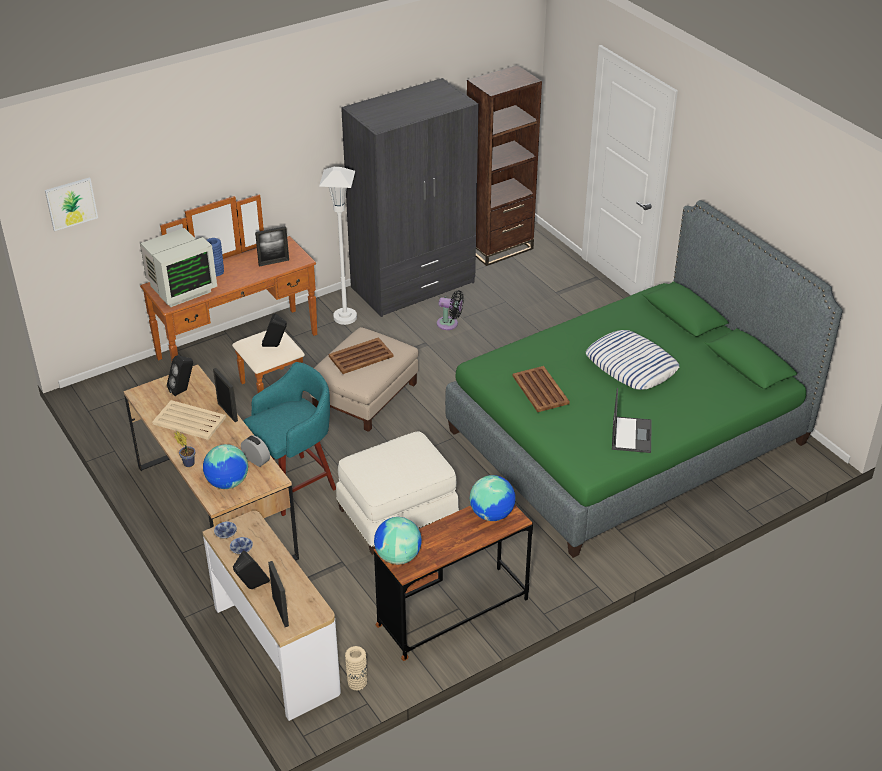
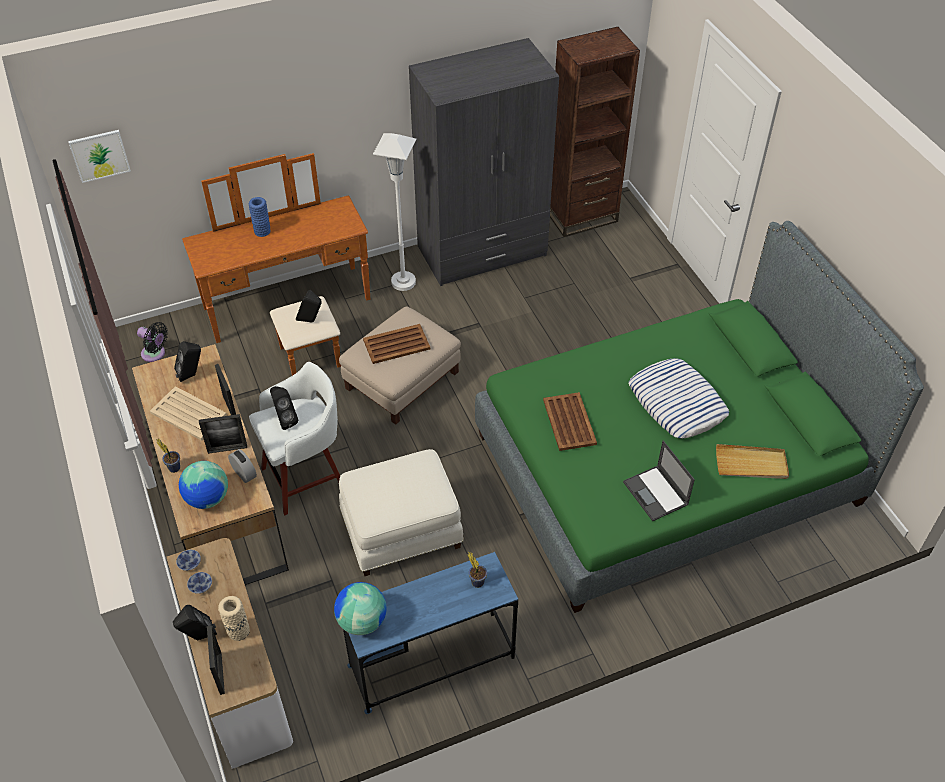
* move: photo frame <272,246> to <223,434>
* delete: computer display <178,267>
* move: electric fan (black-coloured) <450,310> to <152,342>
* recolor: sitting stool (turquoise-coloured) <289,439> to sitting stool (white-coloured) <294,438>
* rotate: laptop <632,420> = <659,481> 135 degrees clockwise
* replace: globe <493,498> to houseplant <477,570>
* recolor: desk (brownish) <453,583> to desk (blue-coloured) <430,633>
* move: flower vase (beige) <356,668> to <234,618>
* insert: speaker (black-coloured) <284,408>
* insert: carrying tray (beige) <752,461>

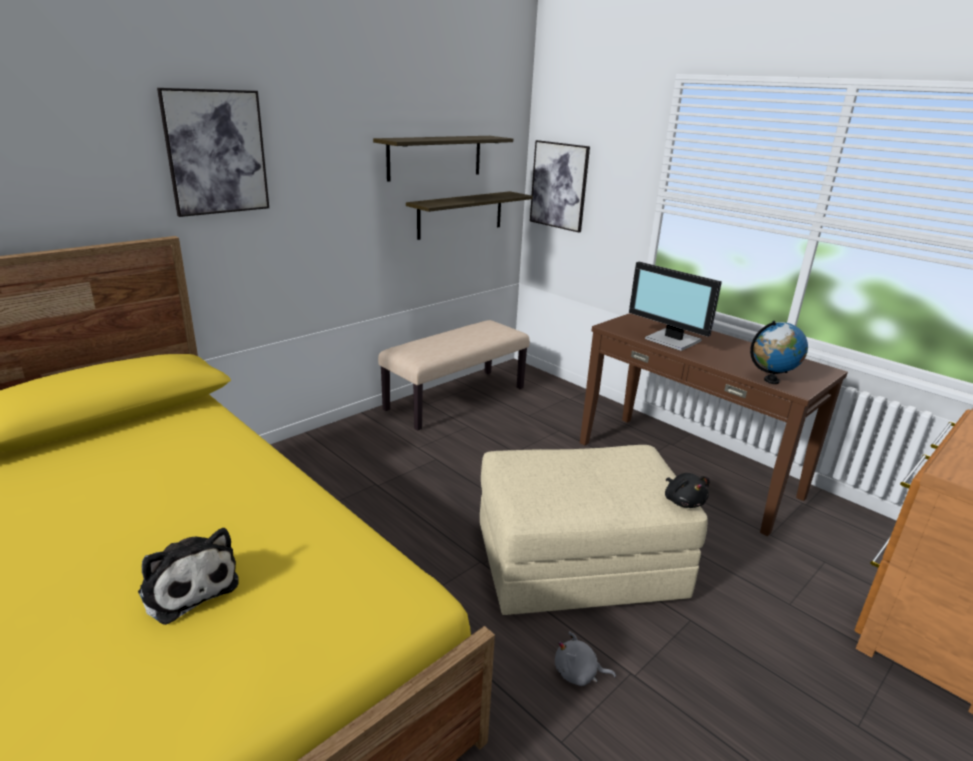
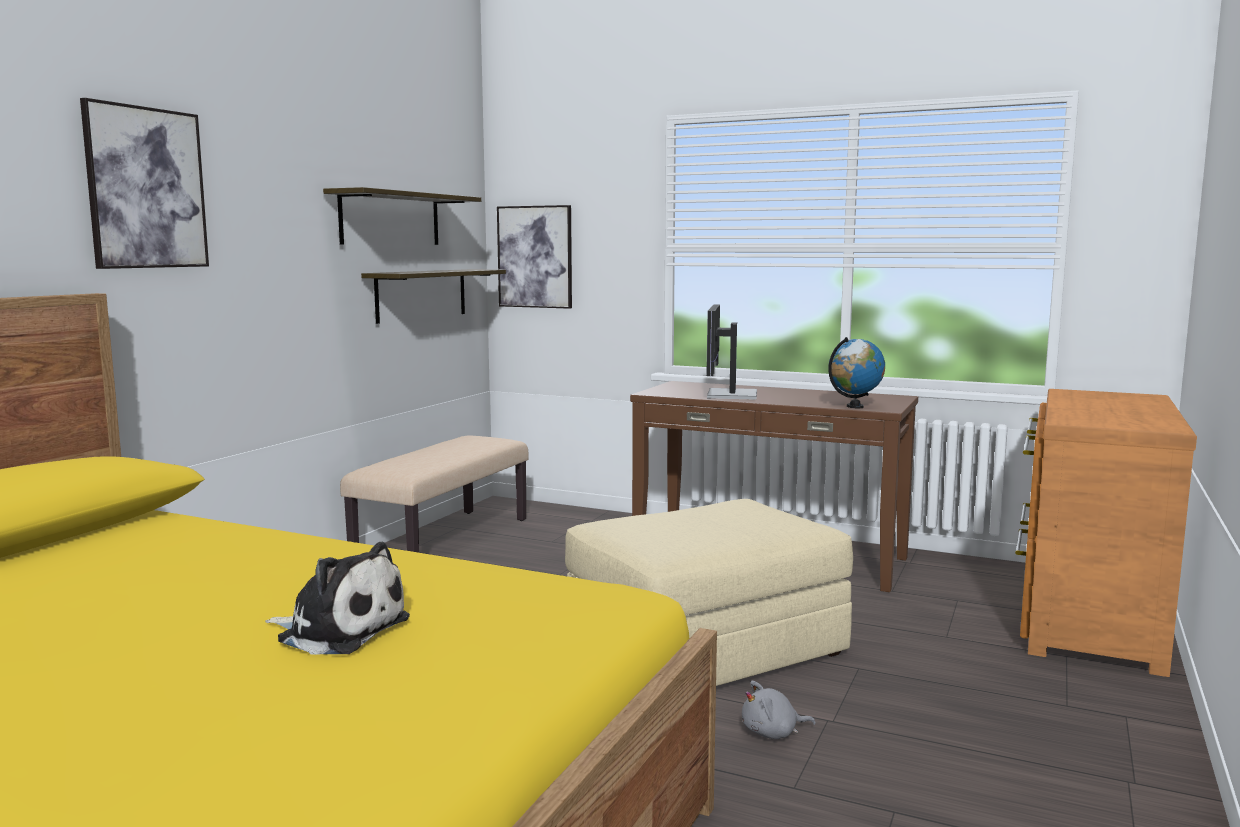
* rotate: computer display <675,306> = <731,352> 75 degrees clockwise
* delete: plush toy (black-coloured) <687,490>

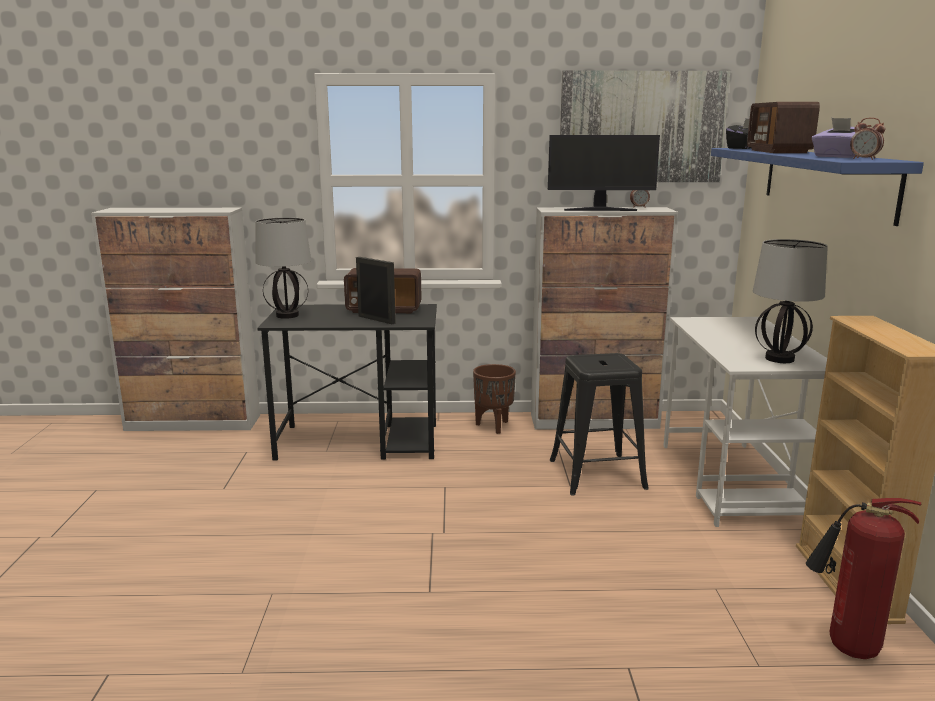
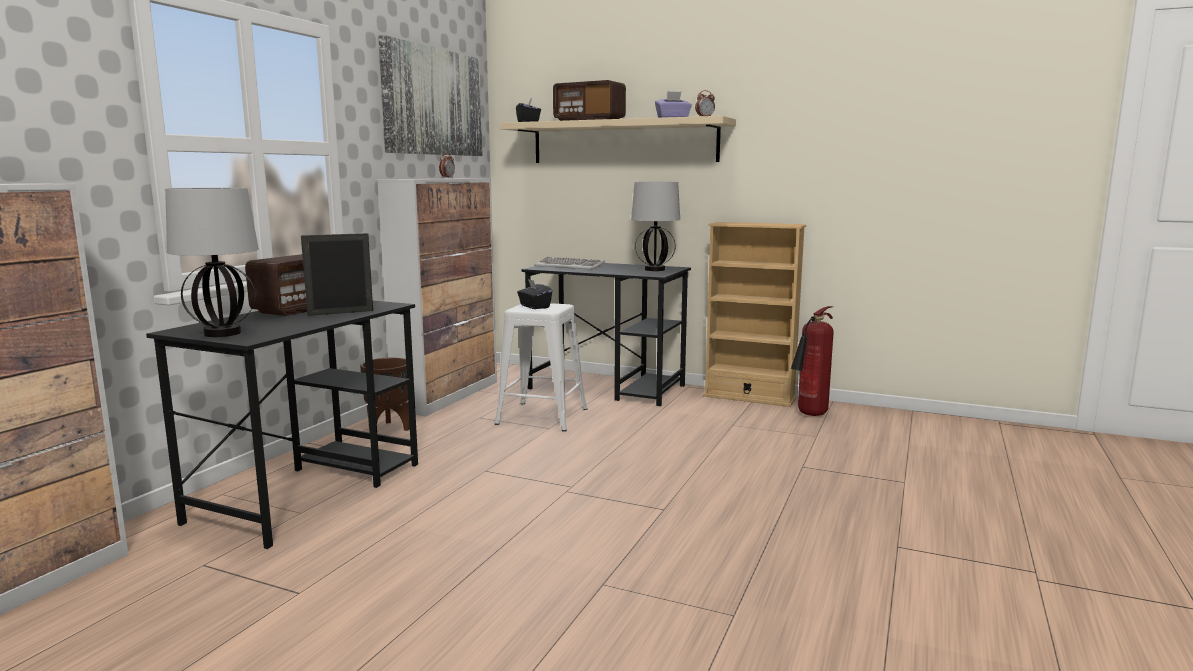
* delete: computer display <604,173>
* recolor: shelf (blue-coloured) <817,187> to shelf (beige) <618,139>
* recolor: desk (white-coloured) <745,422> to desk (black-coloured) <606,334>
* recolor: sitting stool (black-coloured) <599,424> to sitting stool (white-coloured) <541,367>
* insert: computer keyboard <569,263>
* insert: tissue holder (black-coloured) <534,294>

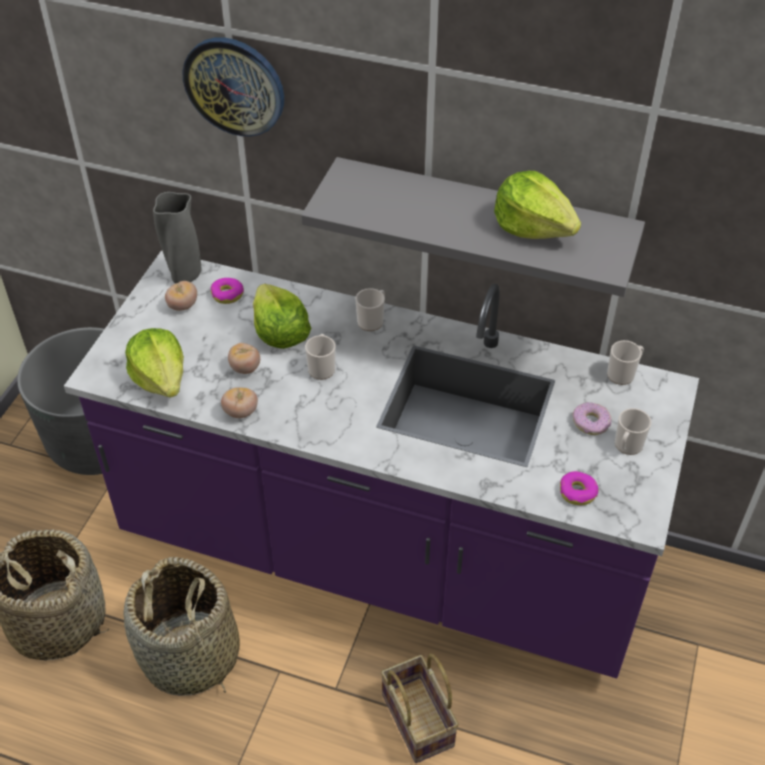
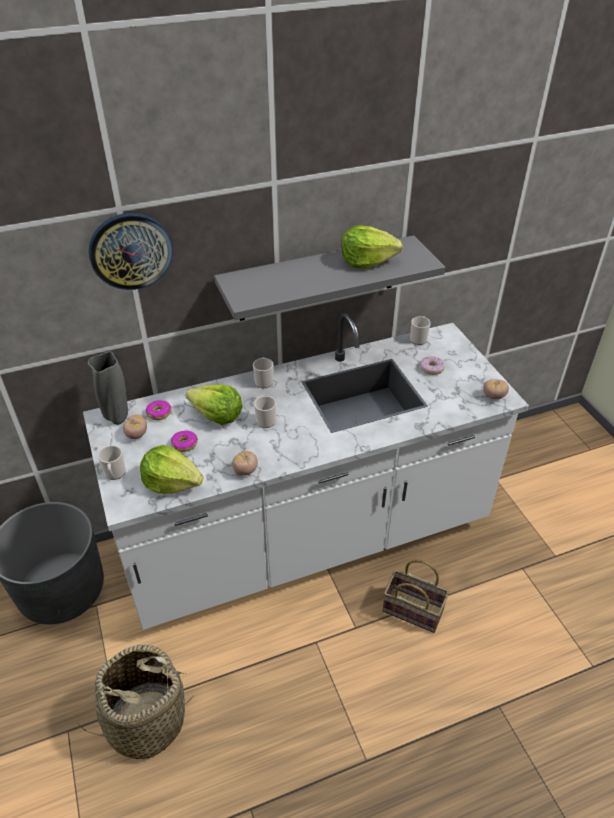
* recolor: kitchen base unit (purplish) <381,464> to kitchen base unit (white-coloured) <306,471>
* move: tomato <244,358> to <496,389>
* move: mug <633,431> to <112,462>
* move: doughnut <579,488> to <184,441>
* delete: household basket <182,626>

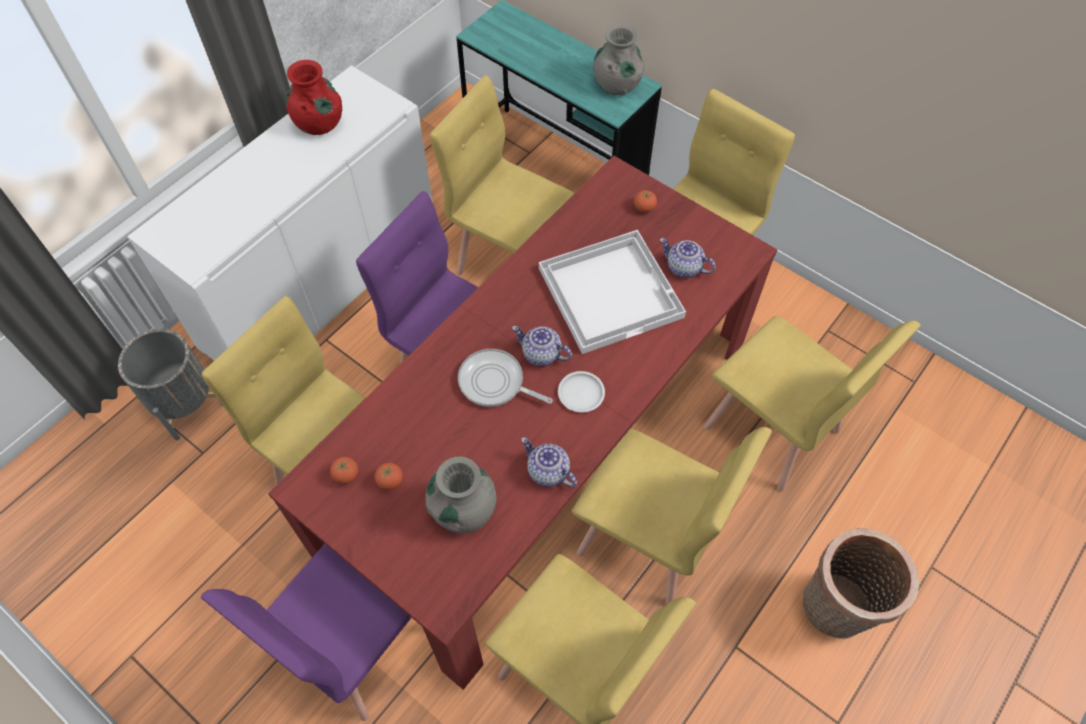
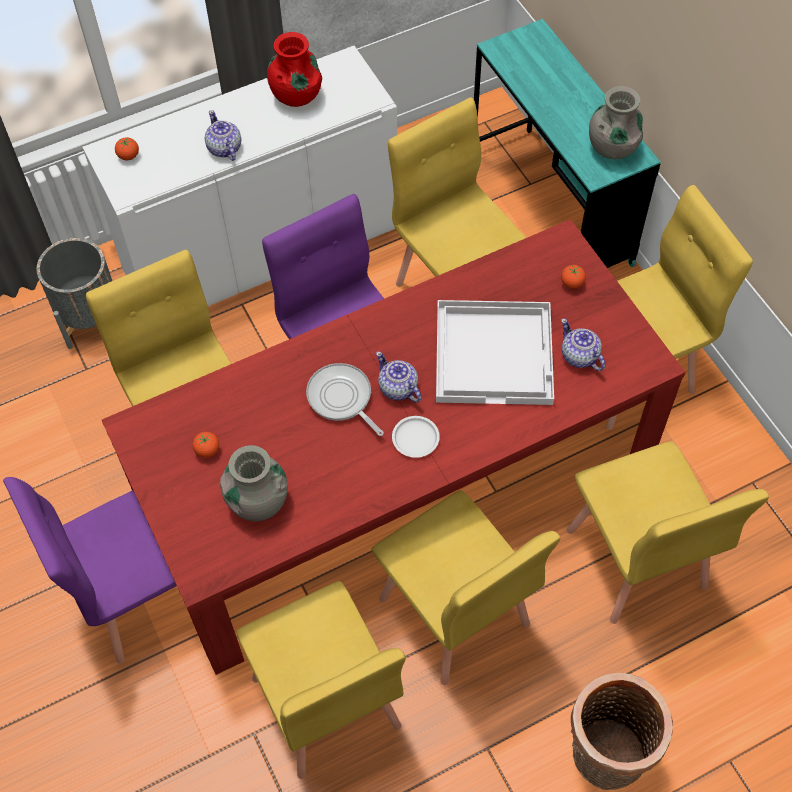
* move: teapot <549,462> to <223,135>
* move: tomato <344,470> to <127,148>

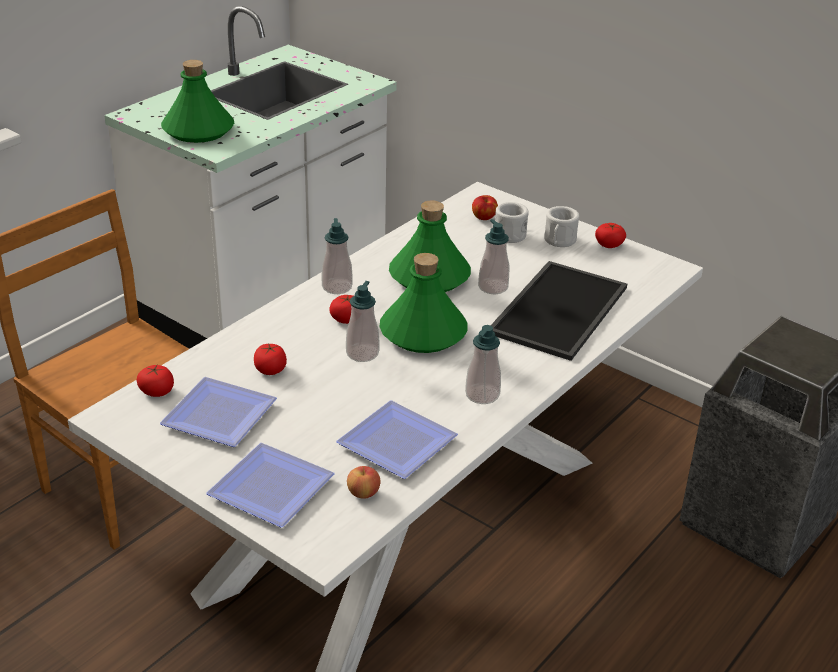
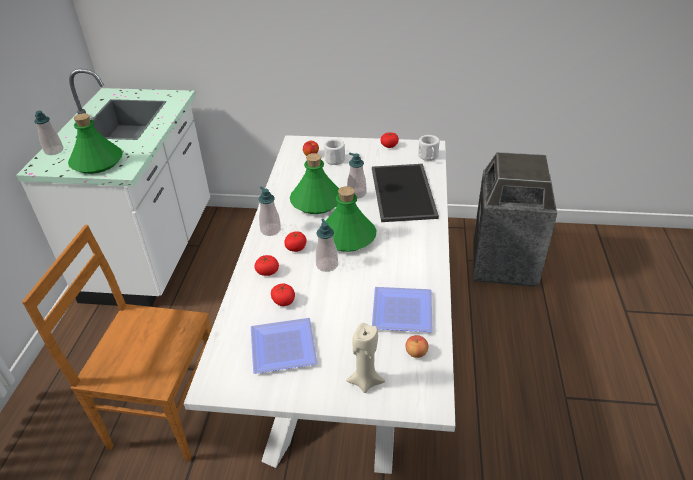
* move: mug (white-coloured) <561,226> to <429,148>
* move: soap dispenser <483,364> to <48,133>
* move: tomato <155,381> to <266,265>
* replace: plate <270,485> to wax candle (beige) <365,358>

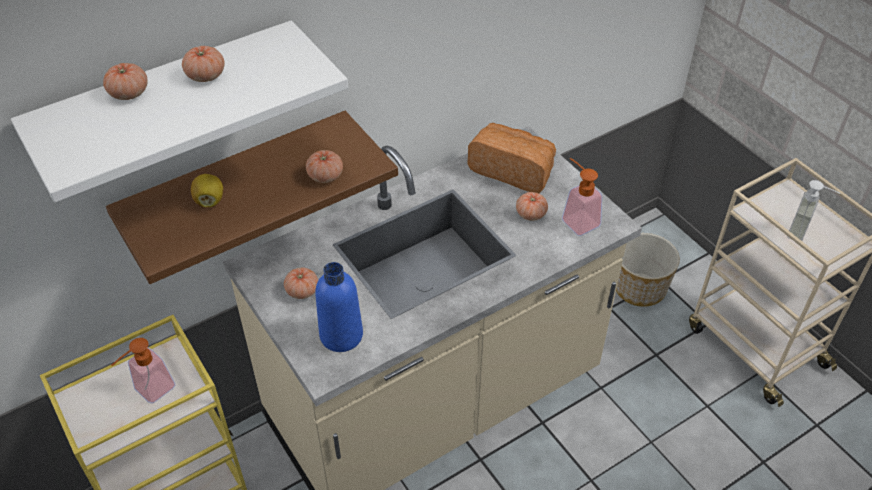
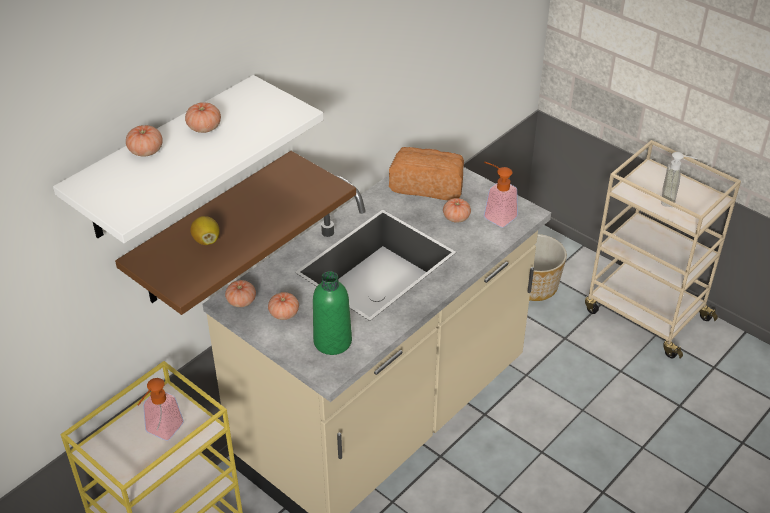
* move: tomato <324,166> to <240,293>
* recolor: beverage bottle (blue-coloured) <339,307> to beverage bottle (green) <332,313>

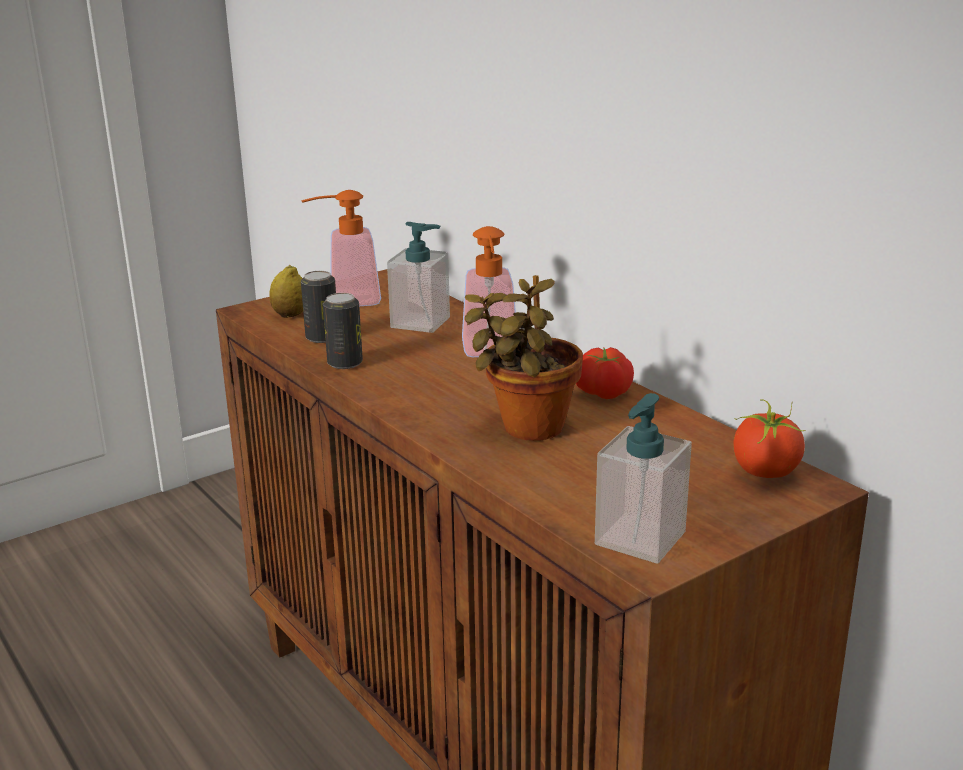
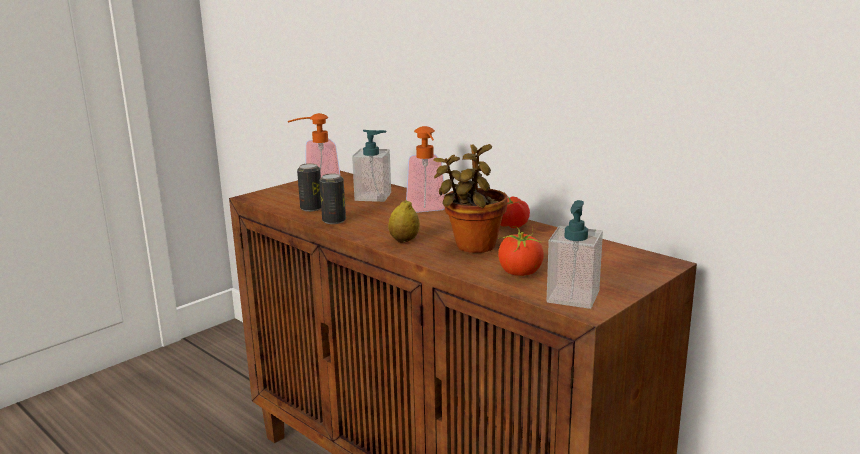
* move: citrus fruit <286,291> to <404,221>
* move: tomato <769,438> to <520,251>

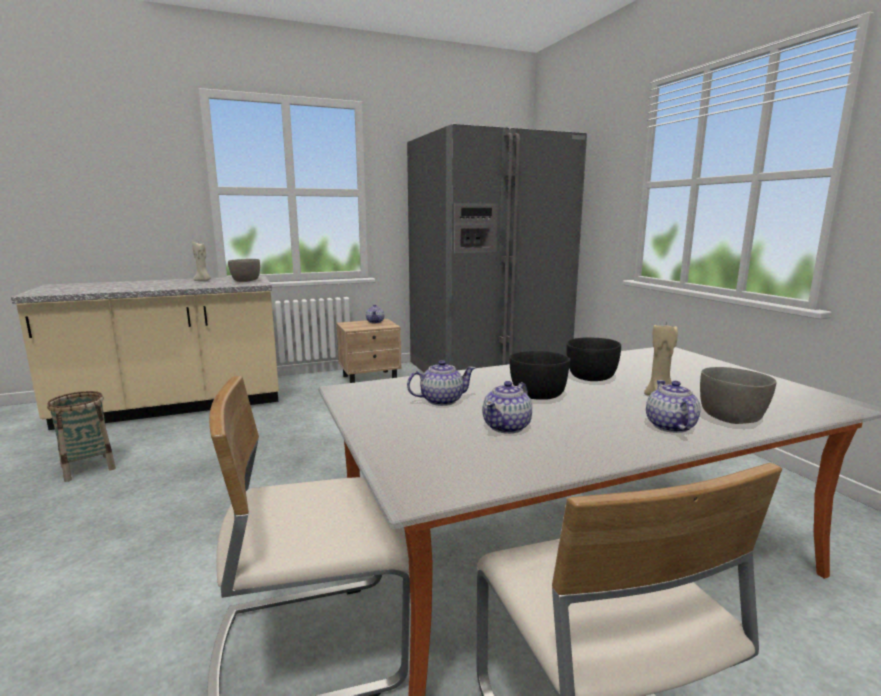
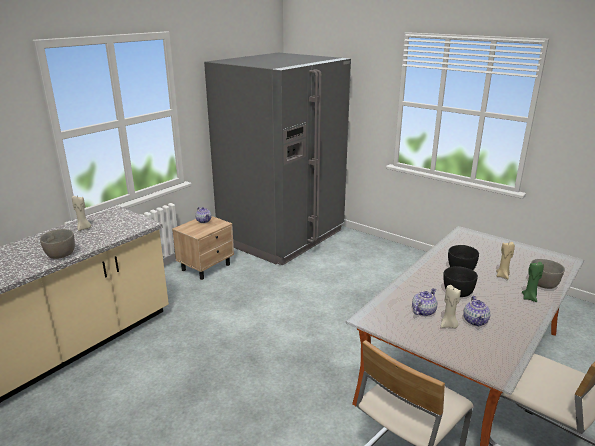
* move: serving bowl (greyish) <244,270> to <57,244>
* replace: teapot <673,406> to wax candle (green) <533,282>
* delete: household basket <81,436>
* insert: wax candle (beige) <451,306>

